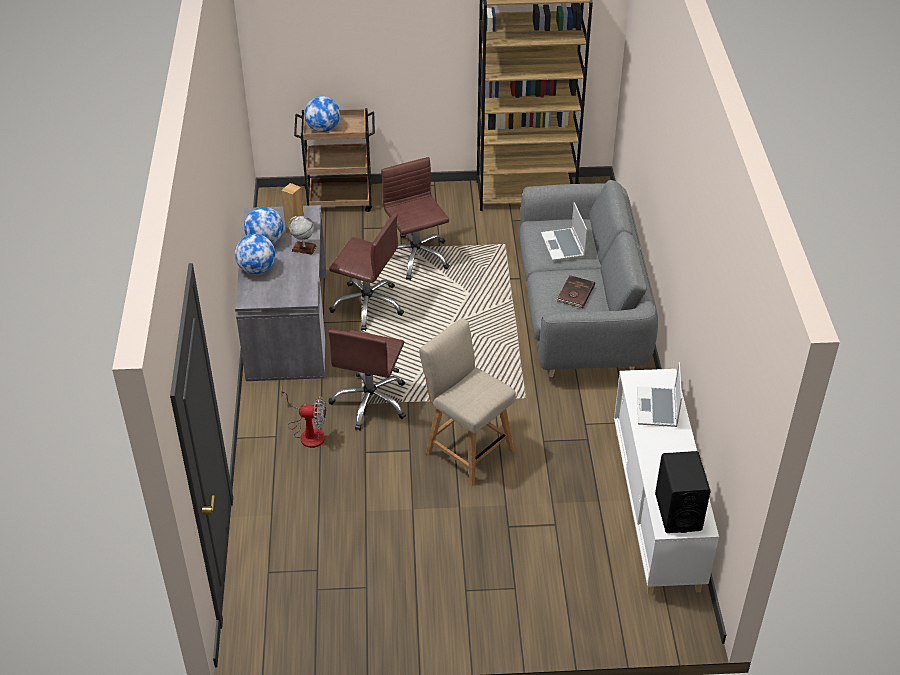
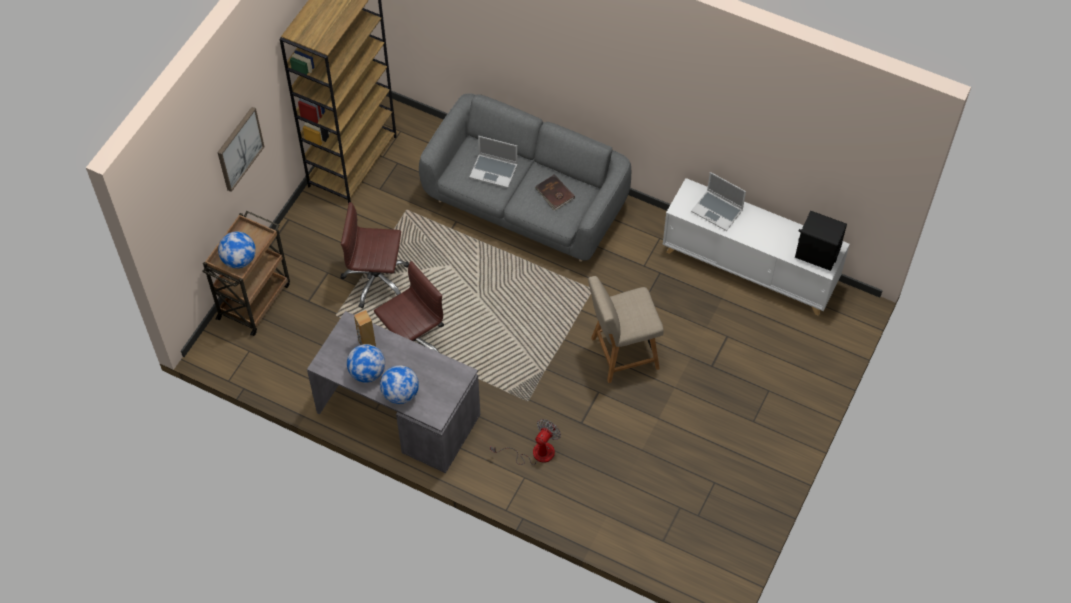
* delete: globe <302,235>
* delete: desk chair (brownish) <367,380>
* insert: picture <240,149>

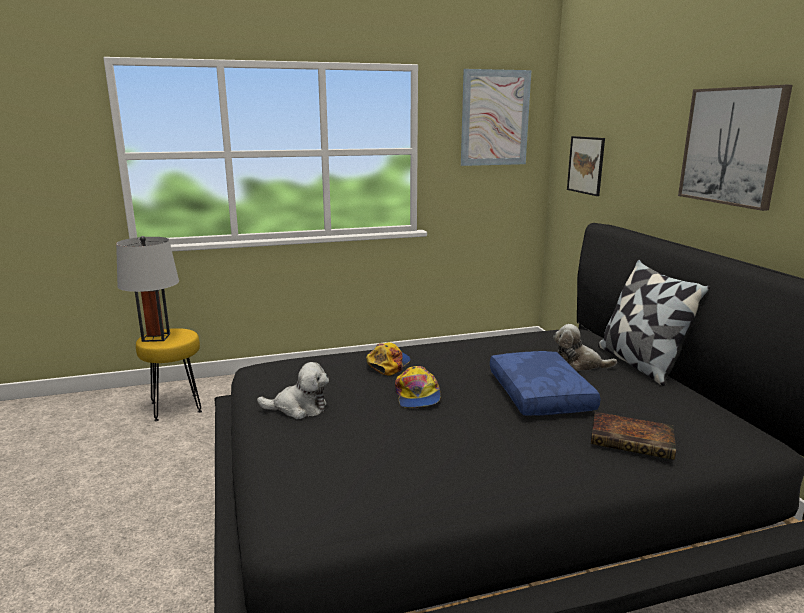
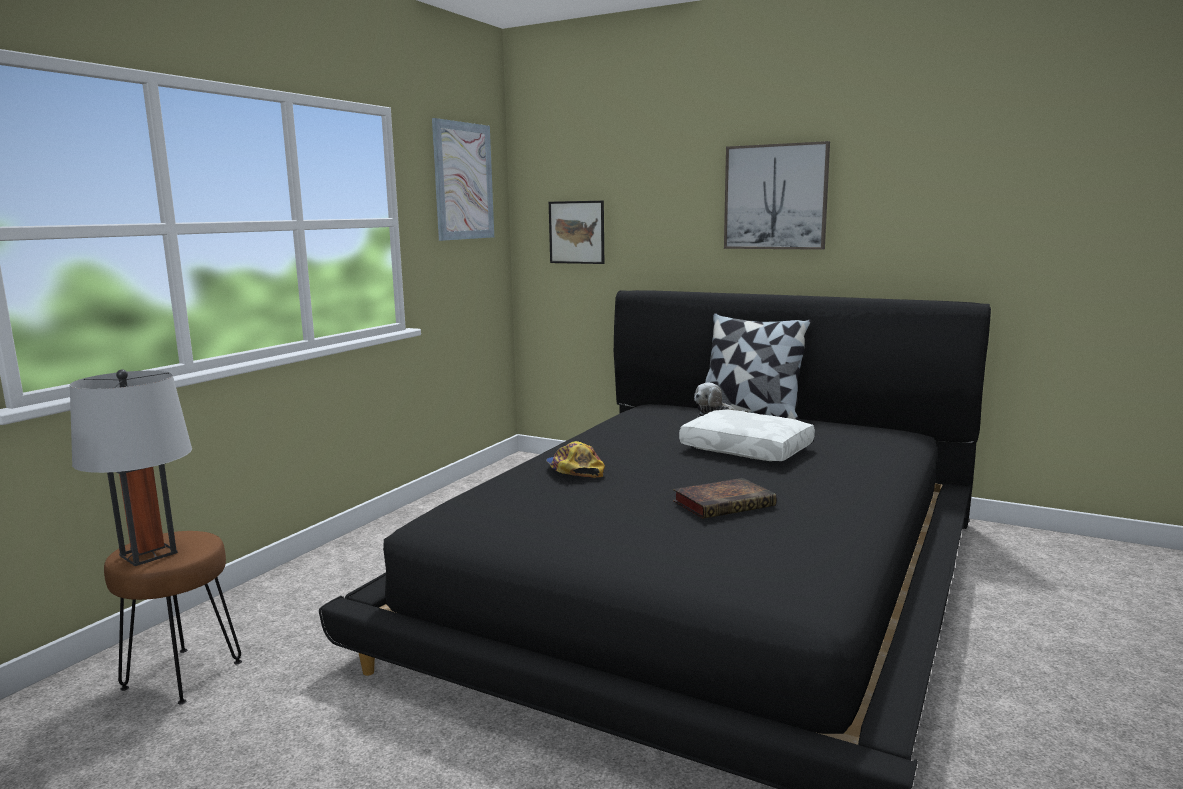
* recolor: sitting stool (yellow) <169,374> to sitting stool (brownish) <173,618>
* recolor: throw pillow (blue-coloured) <545,383> to throw pillow (white-coloured) <747,435>
* delete: plush toy <293,390>
* delete: cap <418,387>
* move: book <633,436> to <725,498>

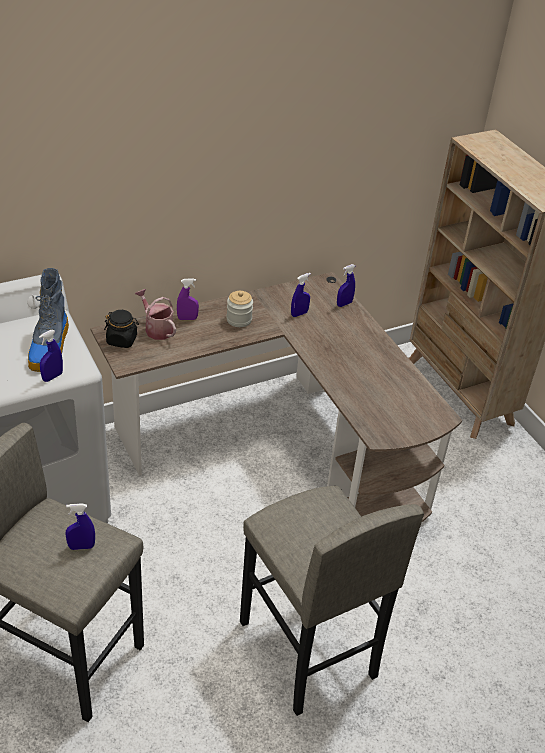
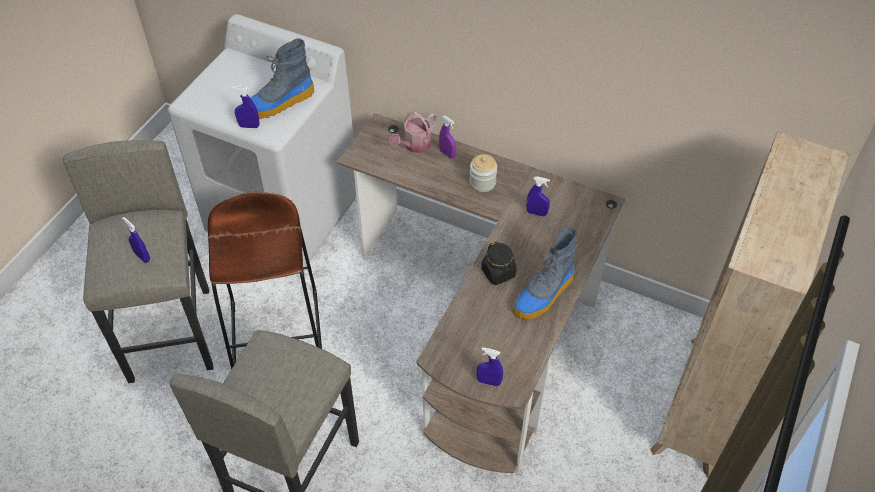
* move: sprayer (blue-coloured) <346,285> to <490,366>
* rotate: watering can <155,314> = <412,132> 150 degrees counterclockwise
* move: preserve jar (black-coloured) <121,329> to <499,263>
* insert: sitting stool (brownish) <265,280>
* insert: tall boot <545,273>

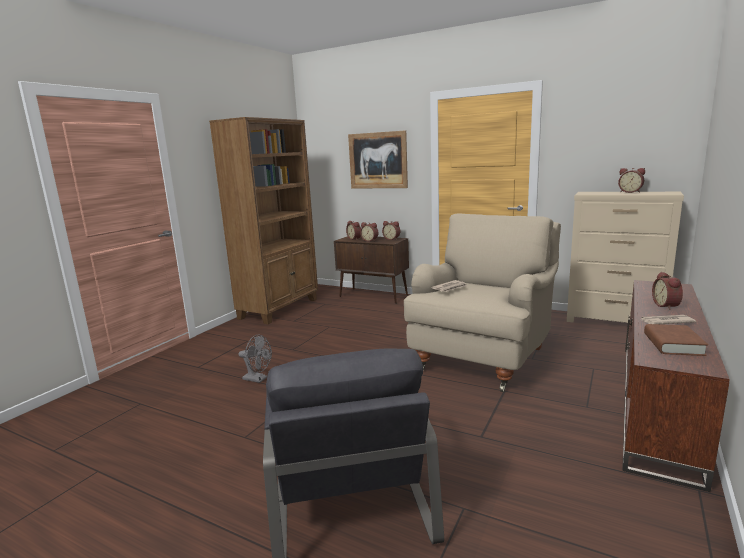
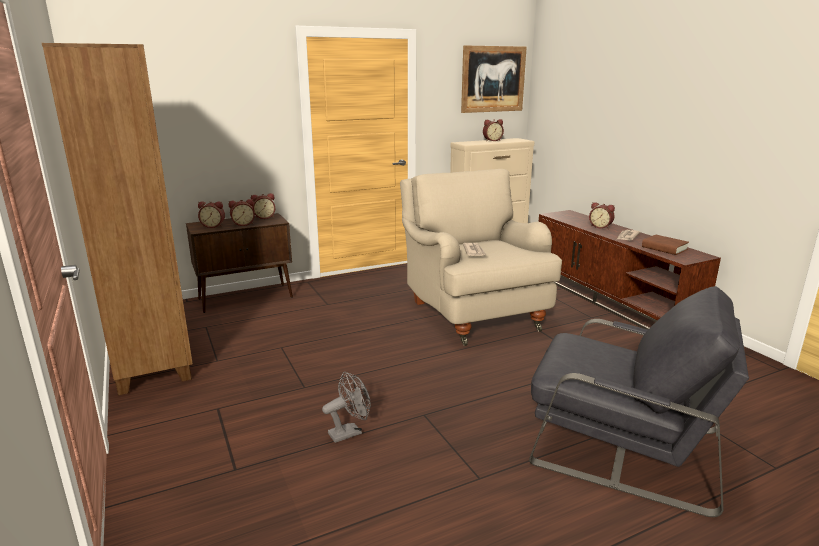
* move: picture <378,159> to <494,79>

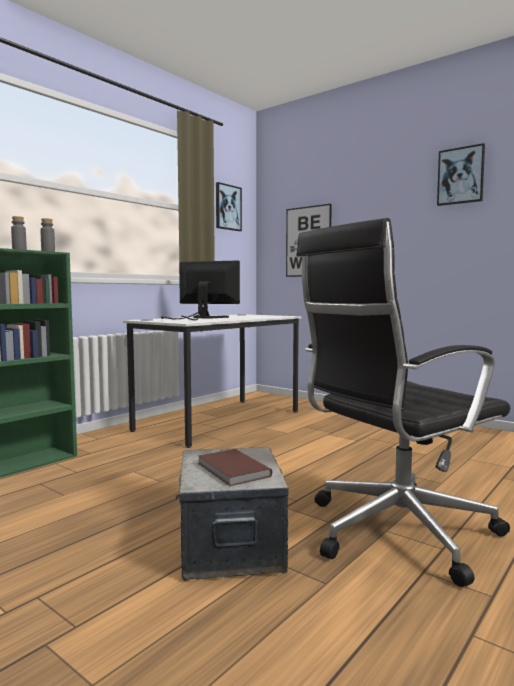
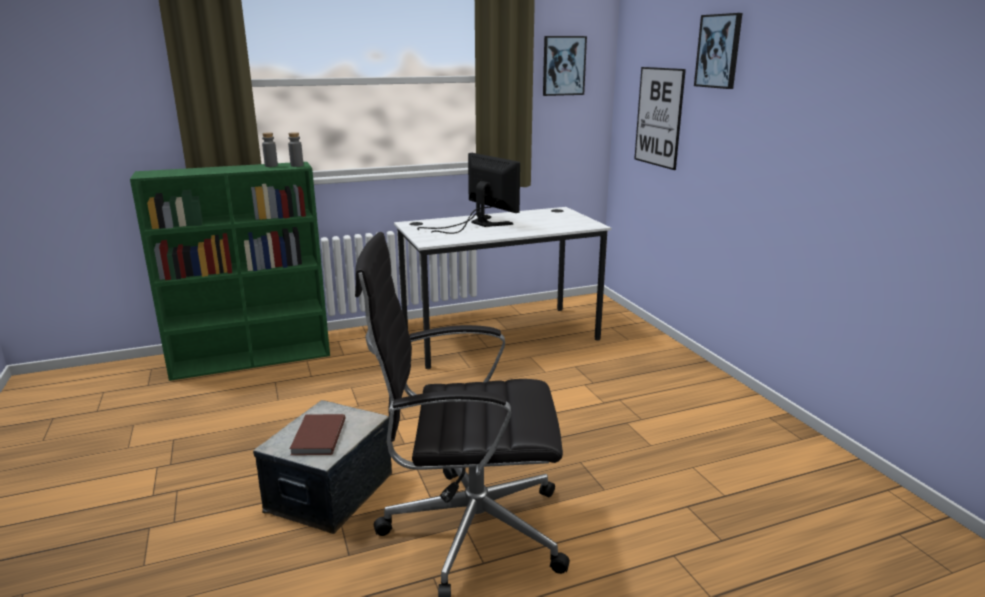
* move: picture <461,174> to <718,51>

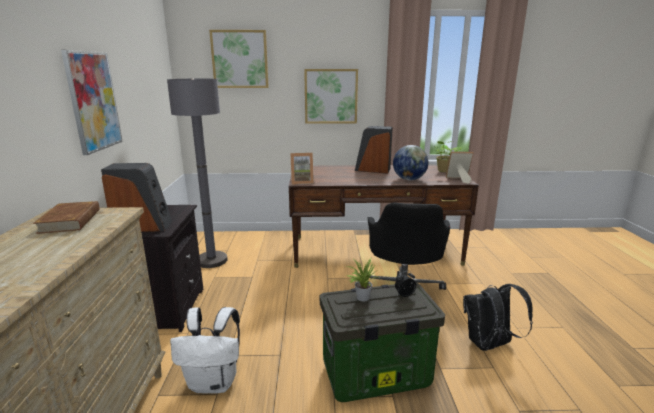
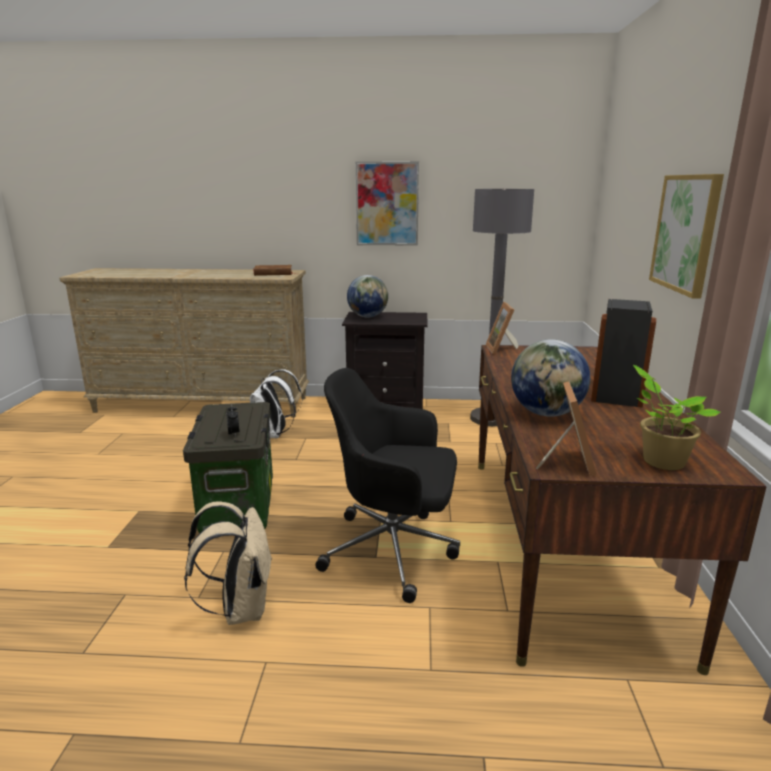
* delete: picture <239,59>
* replace: speaker <136,197> to globe <367,296>
* delete: houseplant <362,280>
* recolor: backpack (black-coloured) <498,317> to backpack (beige) <228,563>

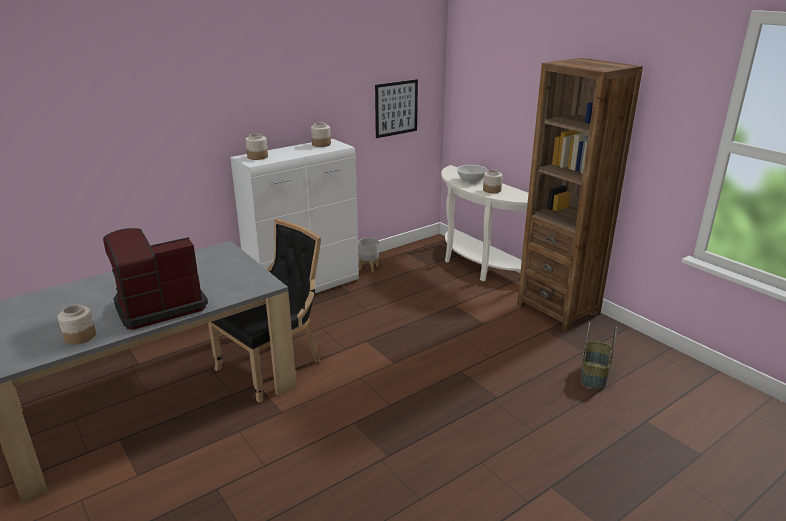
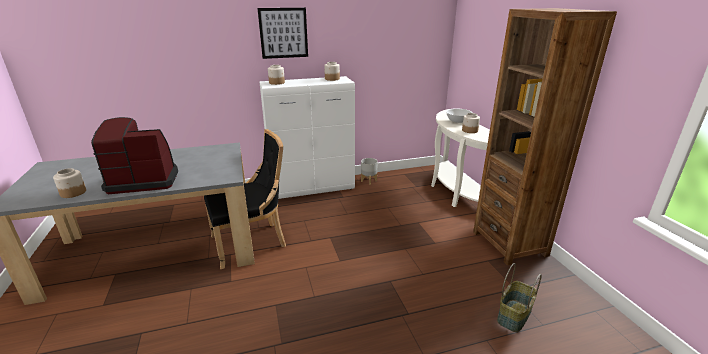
* move: picture <396,108> to <282,33>

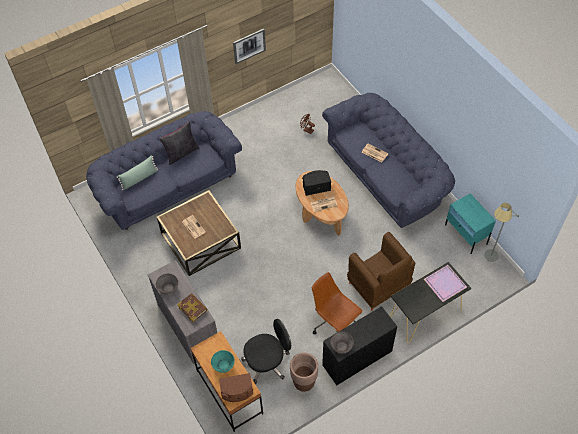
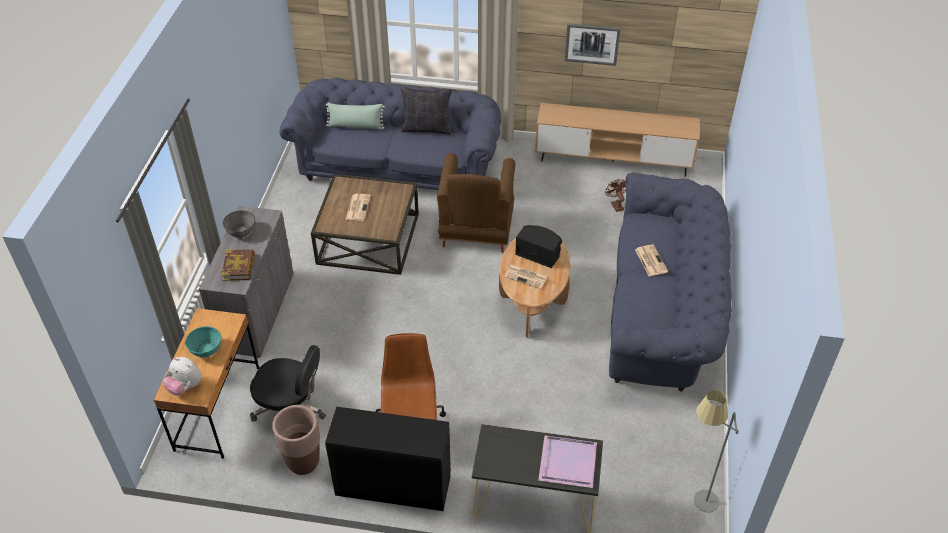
* delete: bedside table (turquoise-coloured) <470,223>
* move: easy chair (brownish) <381,271> to <476,203>
* delete: serving bowl (greyish) <342,342>
* replace: speaker (brownish) <236,387> to plush toy <182,376>
* insert: tv unit (brownish) <617,140>

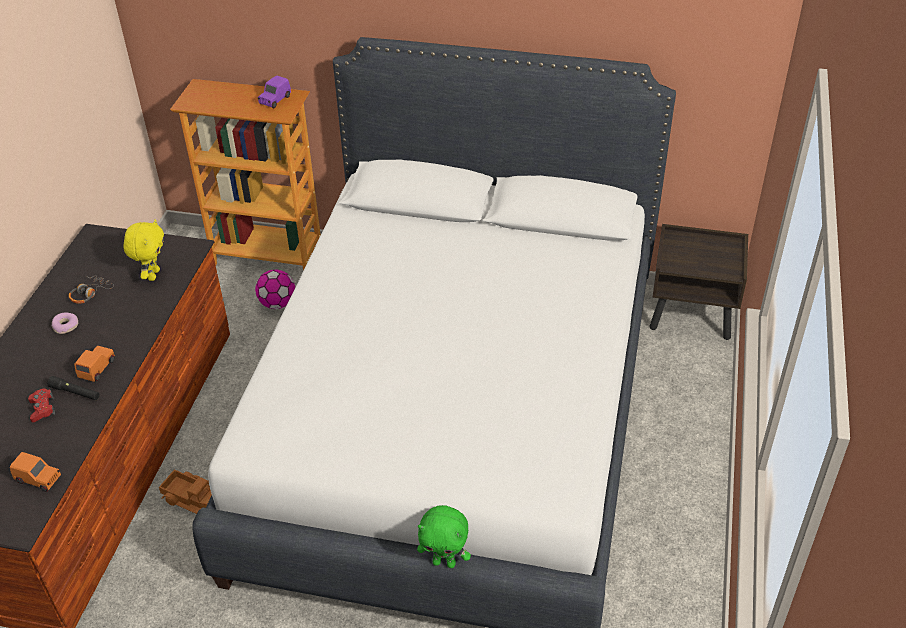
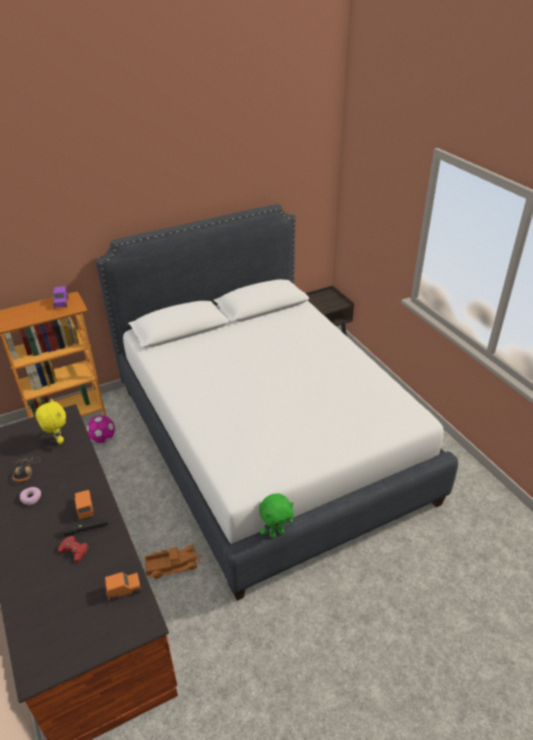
* move: plush toy (green) <444,536> to <276,515>

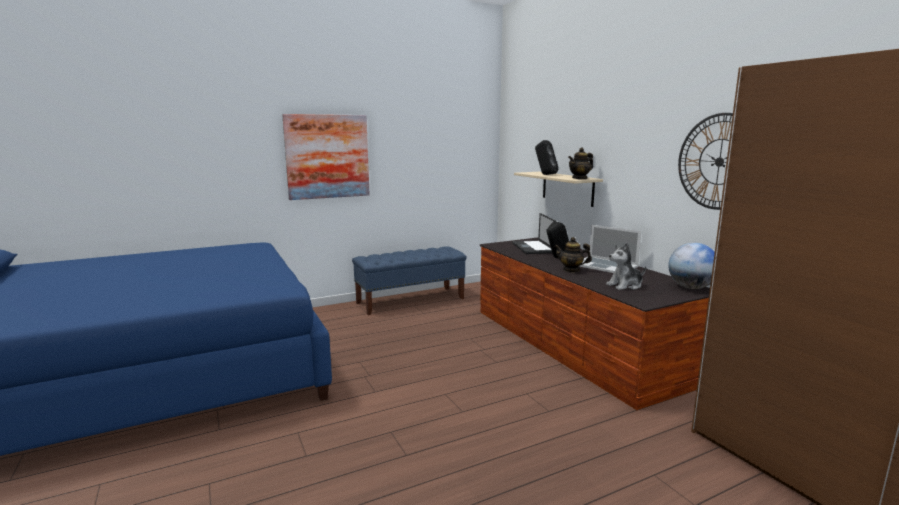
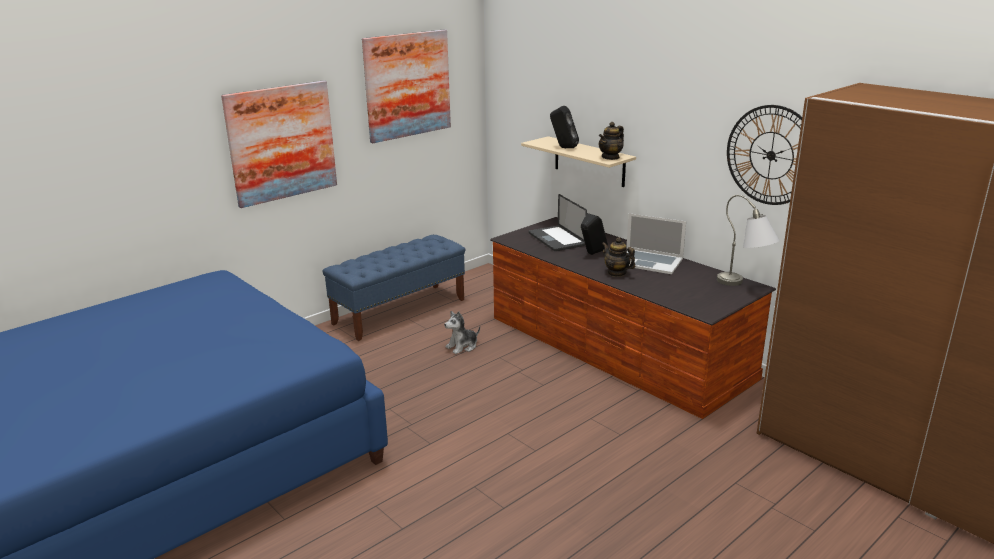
* rotate: teapot <573,254> = <618,257> 45 degrees clockwise
* move: plush toy <626,266> to <462,332>
* replace: globe <691,266> to lamp for a table (greyish) <748,240>
* insert: picture <406,86>

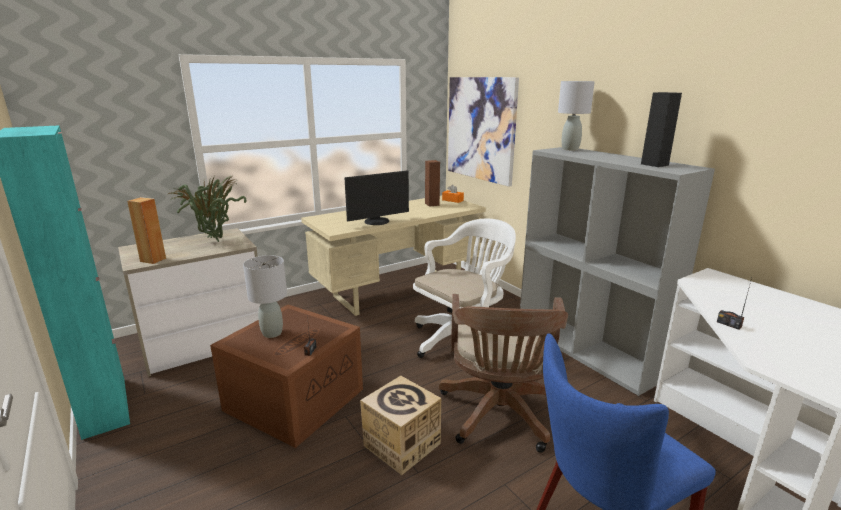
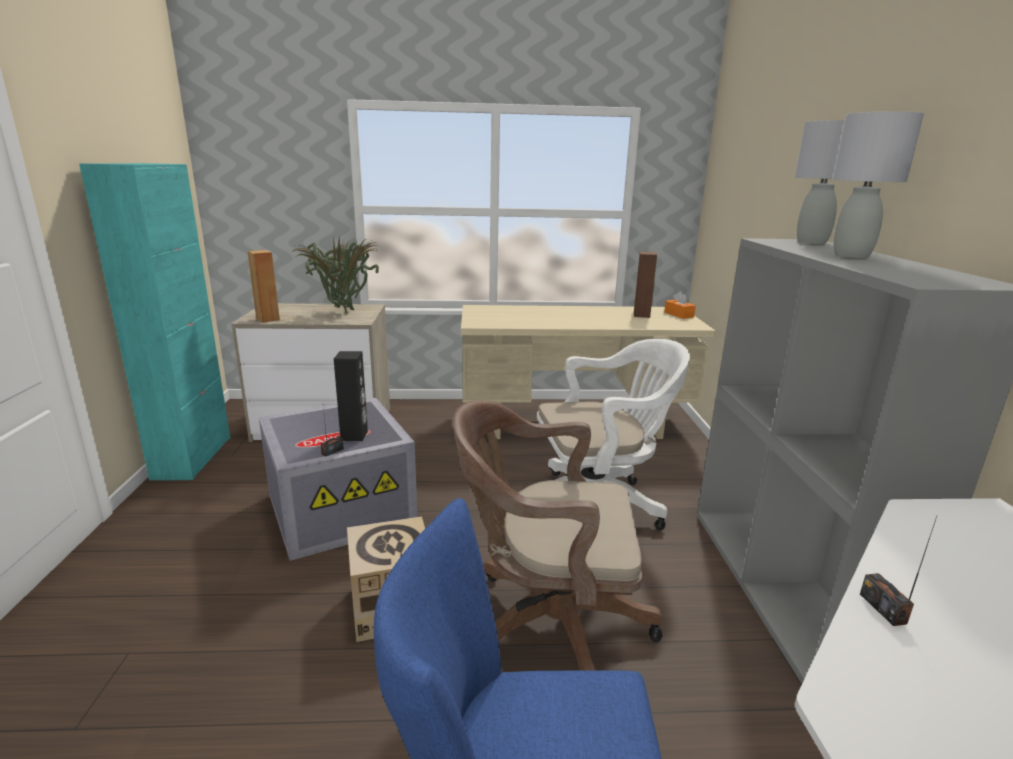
* delete: picture <483,132>
* move: speaker (black-coloured) <661,129> to <351,396>
* delete: computer display <377,197>
* move: lamp for a table (greyish) <265,296> to <878,184>
* rotate: desk chair (brownish) <503,373> = <557,535> 60 degrees clockwise
* recolor: storage bin (brownish) <286,376> to storage bin (greyish) <338,479>

